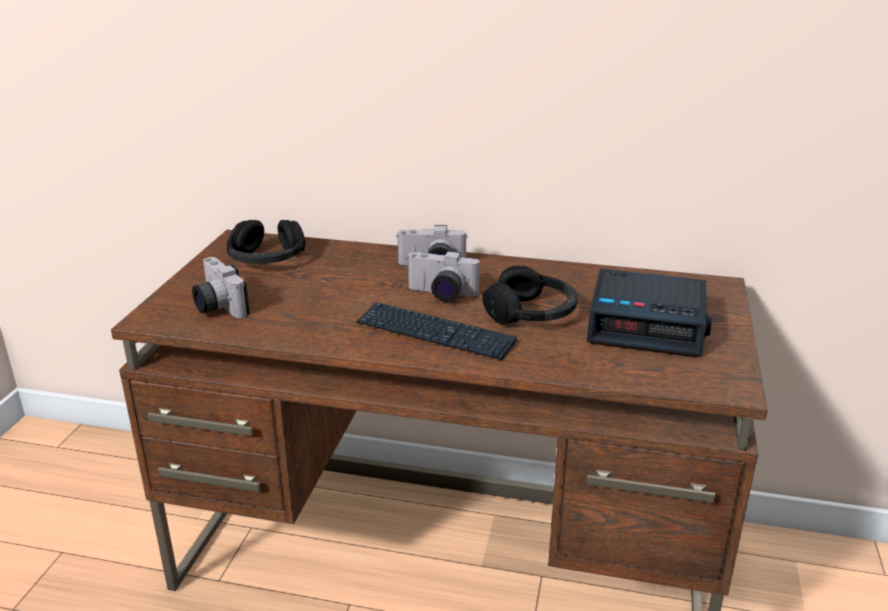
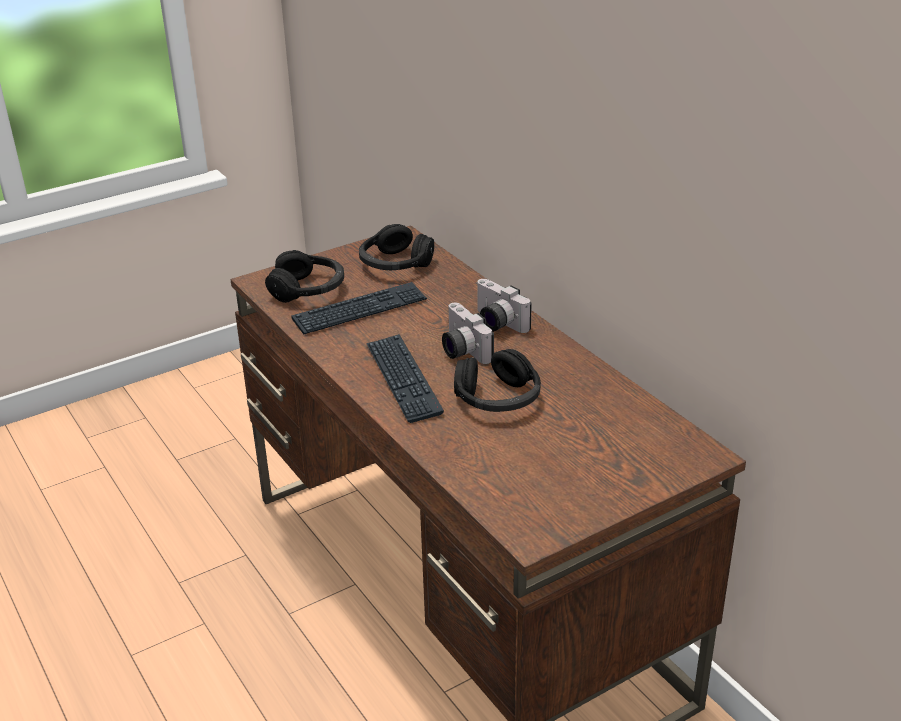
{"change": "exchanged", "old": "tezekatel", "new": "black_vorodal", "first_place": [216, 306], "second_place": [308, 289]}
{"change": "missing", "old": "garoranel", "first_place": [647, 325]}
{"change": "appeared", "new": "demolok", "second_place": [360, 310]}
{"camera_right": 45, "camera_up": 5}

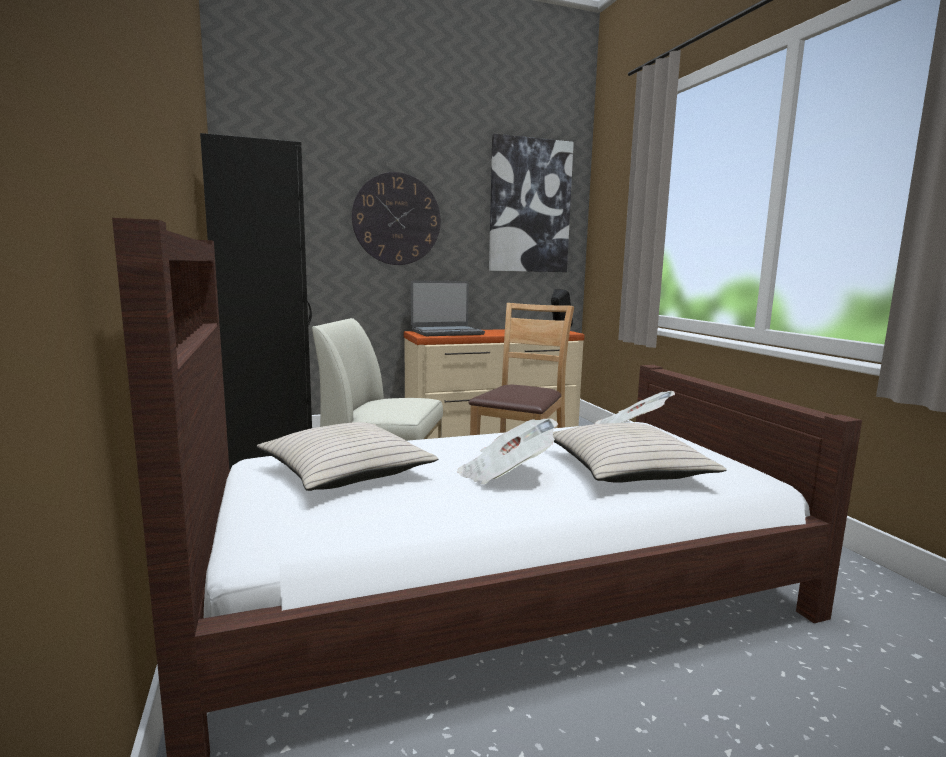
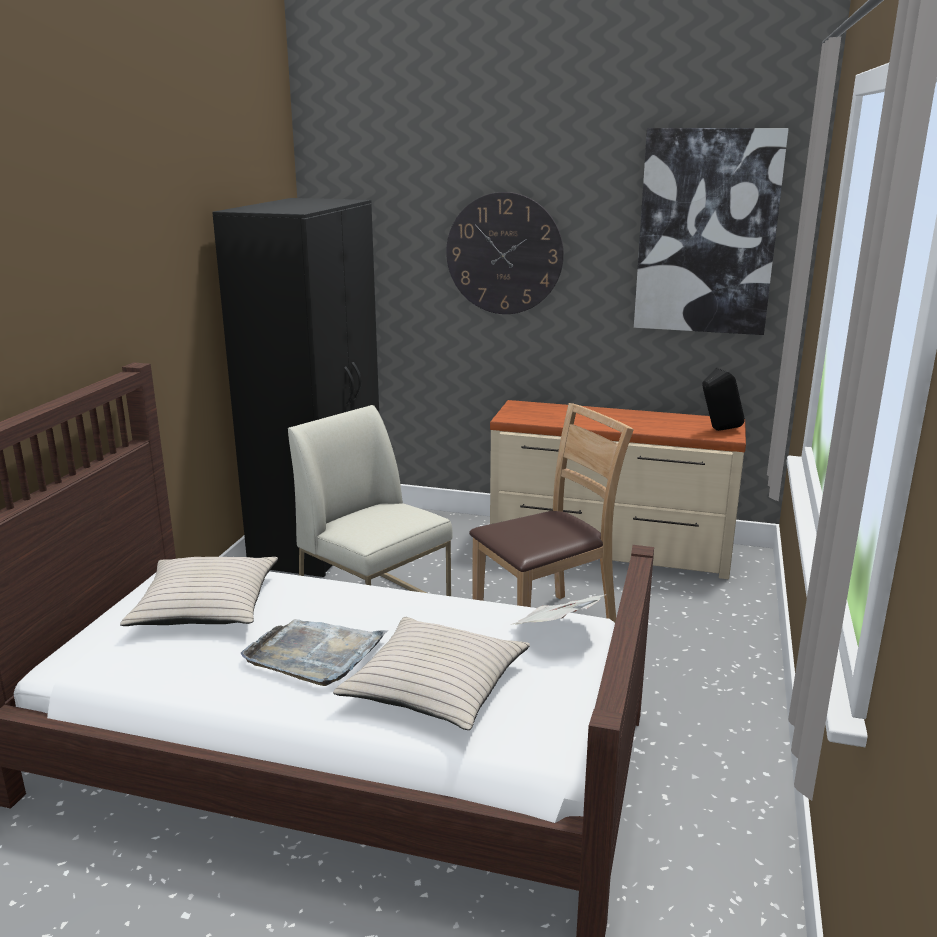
{"change": "missing", "old": "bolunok", "first_place": [447, 332]}
{"change": "exchanged", "old": "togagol", "new": "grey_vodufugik", "first_place": [505, 475], "second_place": [315, 654]}
{"camera_right": 35, "camera_up": 10}

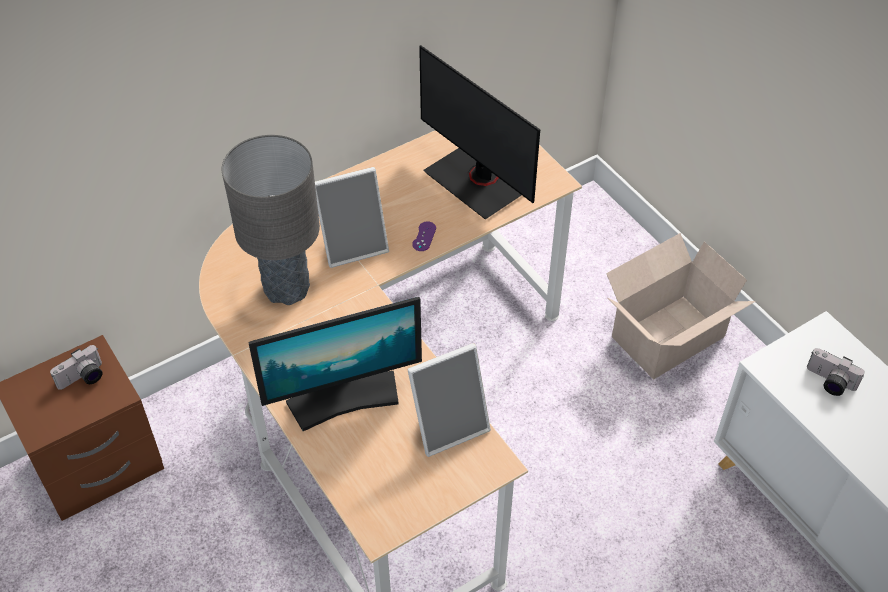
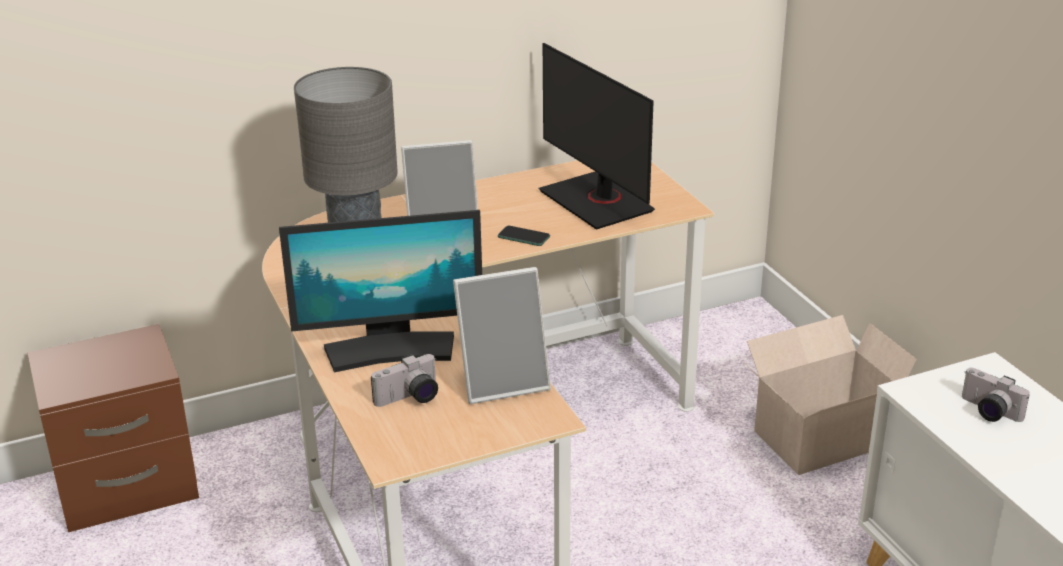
{"change": "relocated", "old": "tezekatel", "first_place": [83, 379], "second_place": [410, 399]}
{"change": "exchanged", "old": "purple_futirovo", "new": "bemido", "first_place": [424, 236], "second_place": [523, 237]}
{"camera_right": 10, "camera_up": -20}

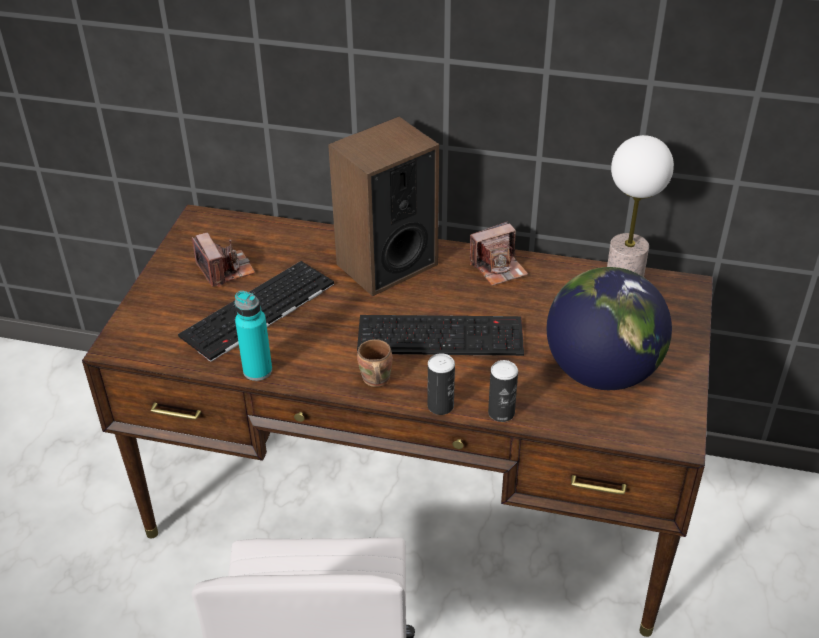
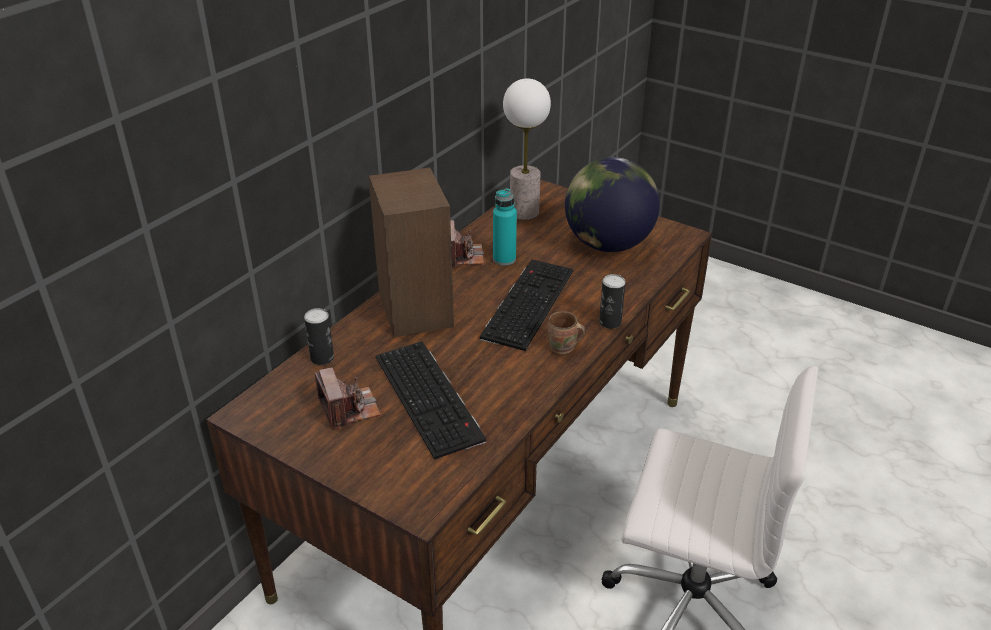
{"change": "spun", "old": "tezekatel", "first_place": [225, 270], "second_place": [349, 409], "degrees": 75}
{"change": "relocated", "old": "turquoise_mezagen", "first_place": [257, 370], "second_place": [504, 259]}
{"change": "relocated", "old": "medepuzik", "first_place": [501, 412], "second_place": [322, 358]}
{"camera_right": -70, "camera_up": -5}

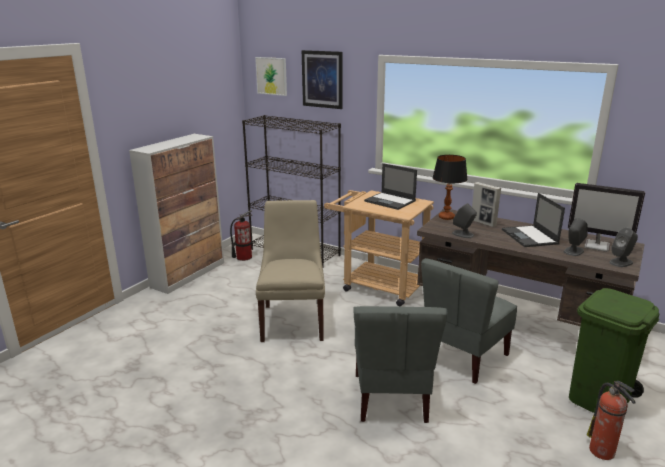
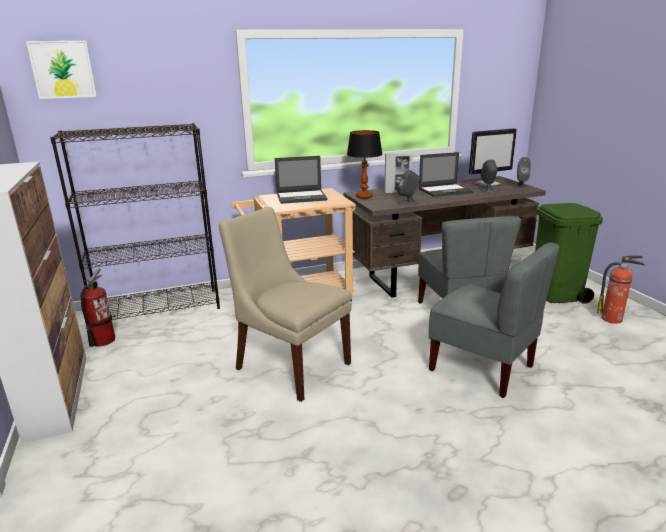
{"change": "missing", "old": "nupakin", "first_place": [322, 79]}
{"change": "spun", "old": "bolunok", "first_place": [530, 237], "second_place": [445, 190], "degrees": -45}
{"camera_right": -50, "camera_up": 0}

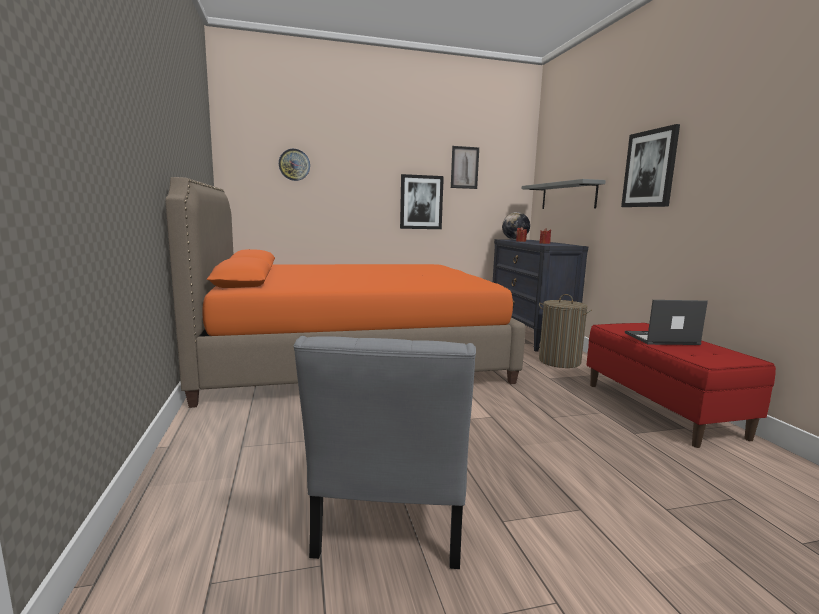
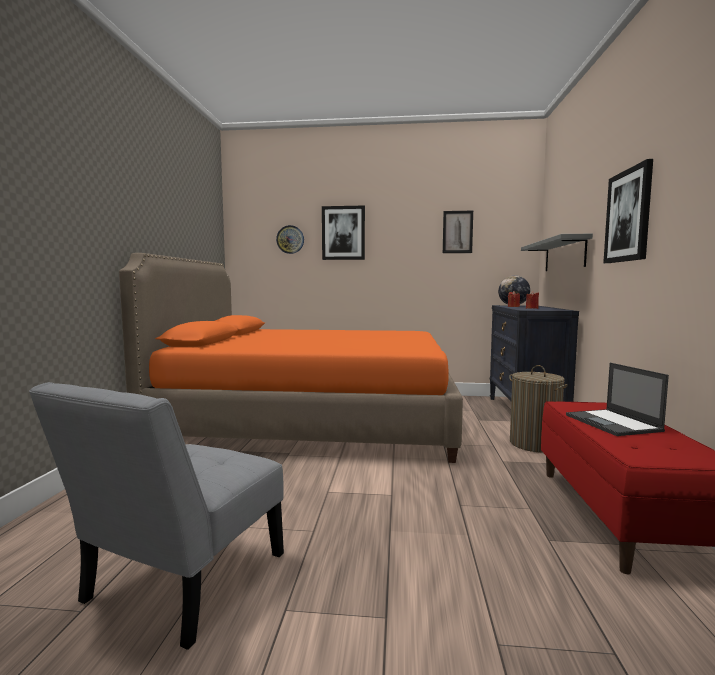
{"change": "relocated", "old": "nupakin", "first_place": [421, 202], "second_place": [343, 233]}
{"change": "spun", "old": "bolunok", "first_place": [660, 338], "second_place": [613, 423], "degrees": -120}
{"camera_right": 20, "camera_up": -5}

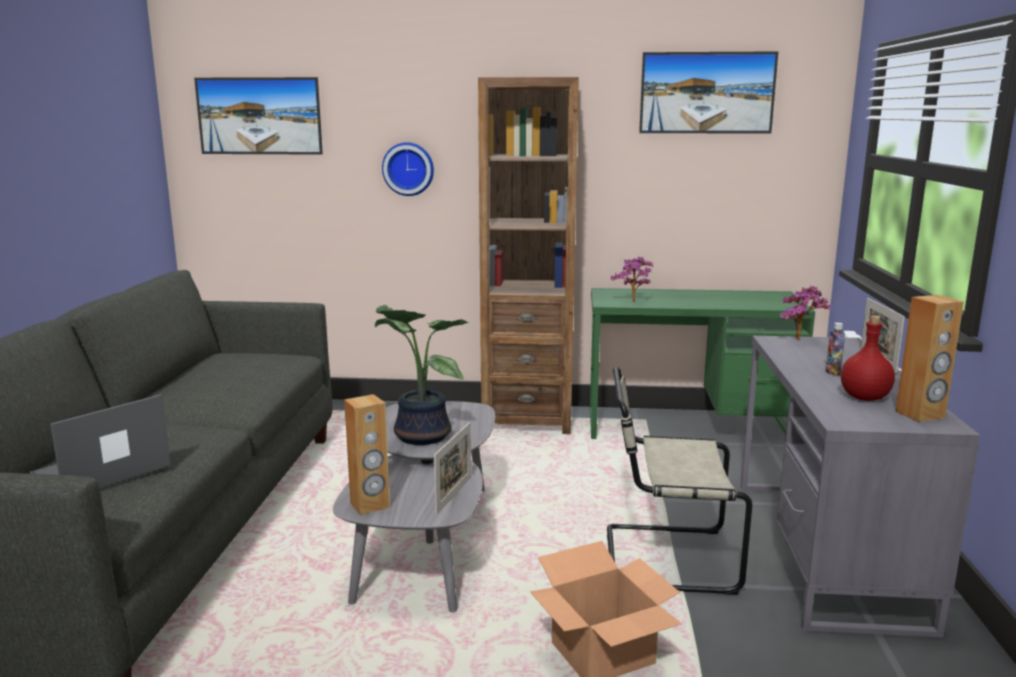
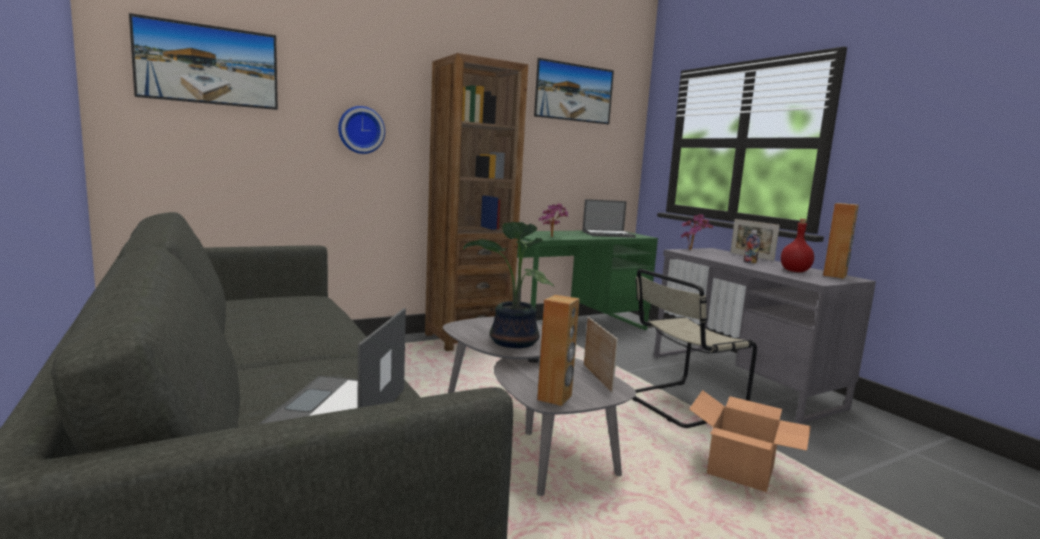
{"change": "appeared", "new": "bolunok", "second_place": [608, 234]}
{"camera_right": -35, "camera_up": -5}

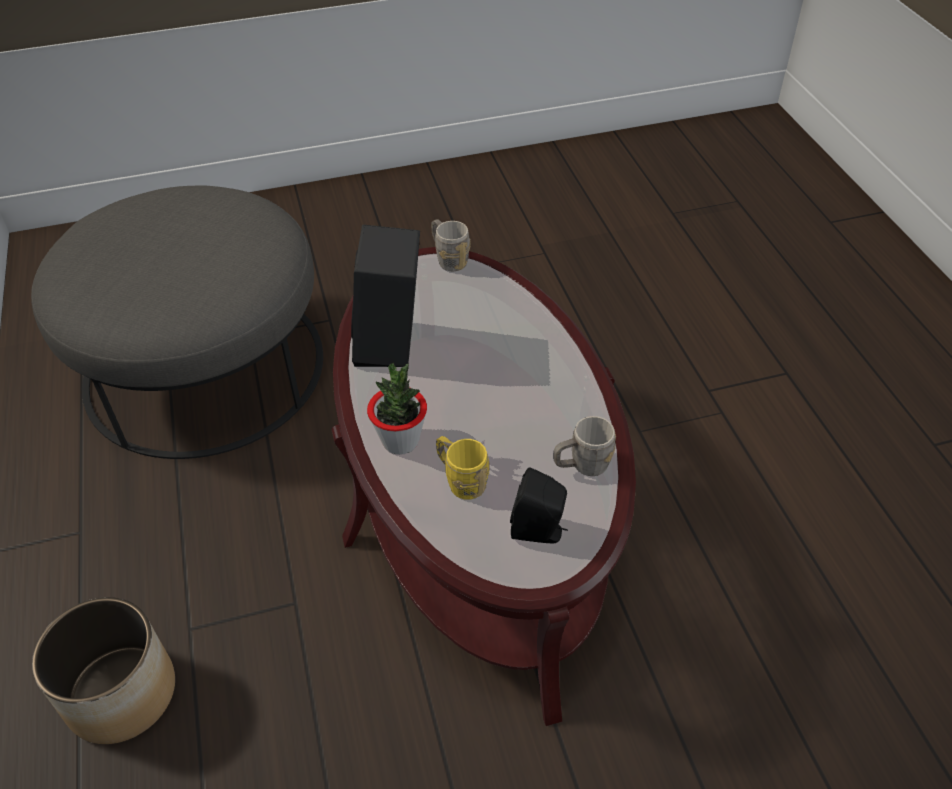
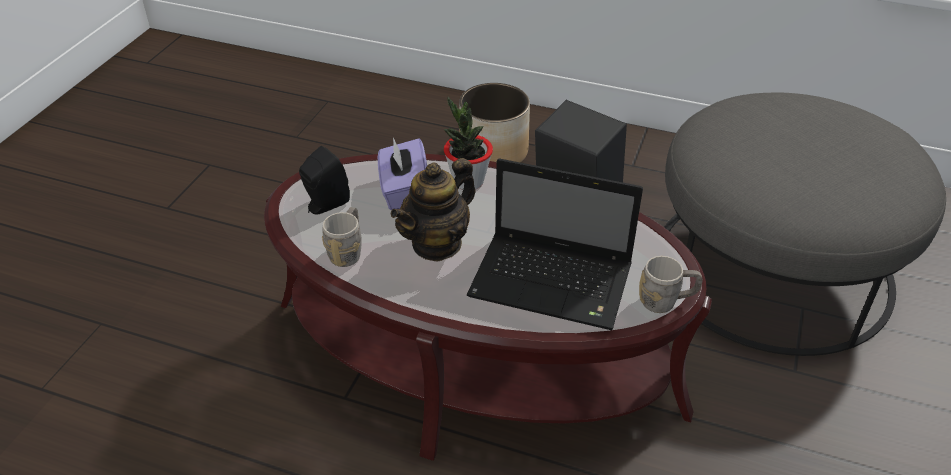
{"change": "exchanged", "old": "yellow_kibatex", "new": "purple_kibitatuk", "first_place": [461, 480], "second_place": [404, 192]}
{"change": "appeared", "new": "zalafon", "second_place": [437, 244]}
{"change": "appeared", "new": "bolunok", "second_place": [554, 282]}
{"camera_right": 125, "camera_up": -5}

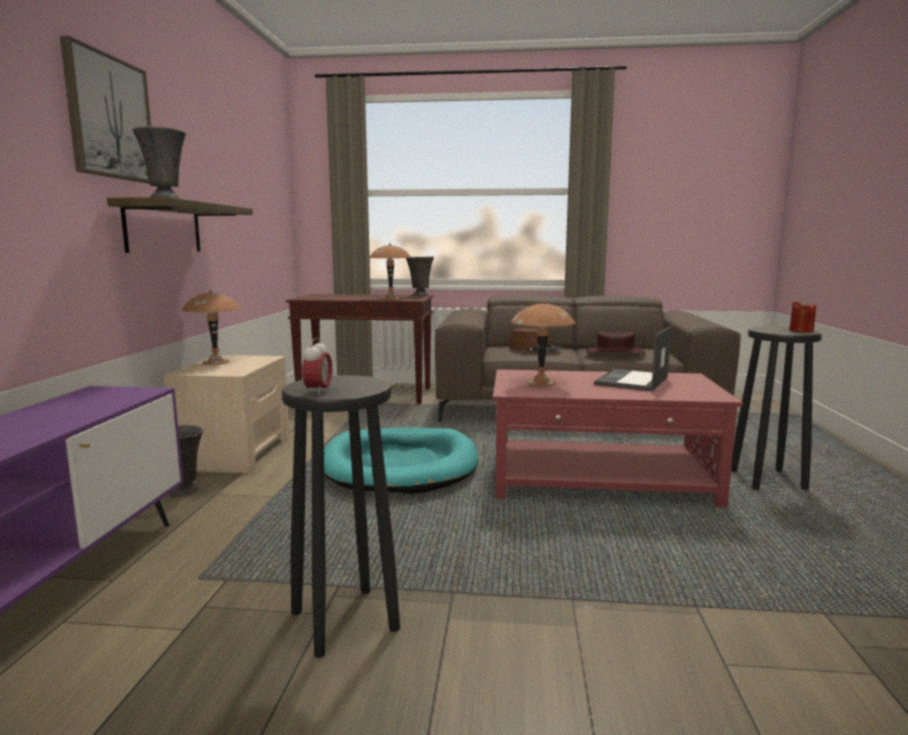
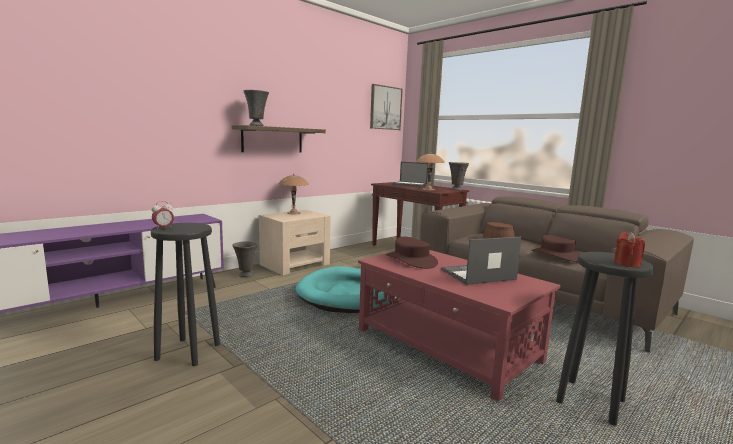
{"change": "relocated", "old": "nupakin", "first_place": [109, 117], "second_place": [385, 108]}
{"change": "exchanged", "old": "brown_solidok", "new": "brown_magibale", "first_place": [541, 383], "second_place": [411, 260]}
{"change": "appeared", "new": "bolunok", "second_place": [410, 184]}
{"camera_right": 40, "camera_up": 0}

